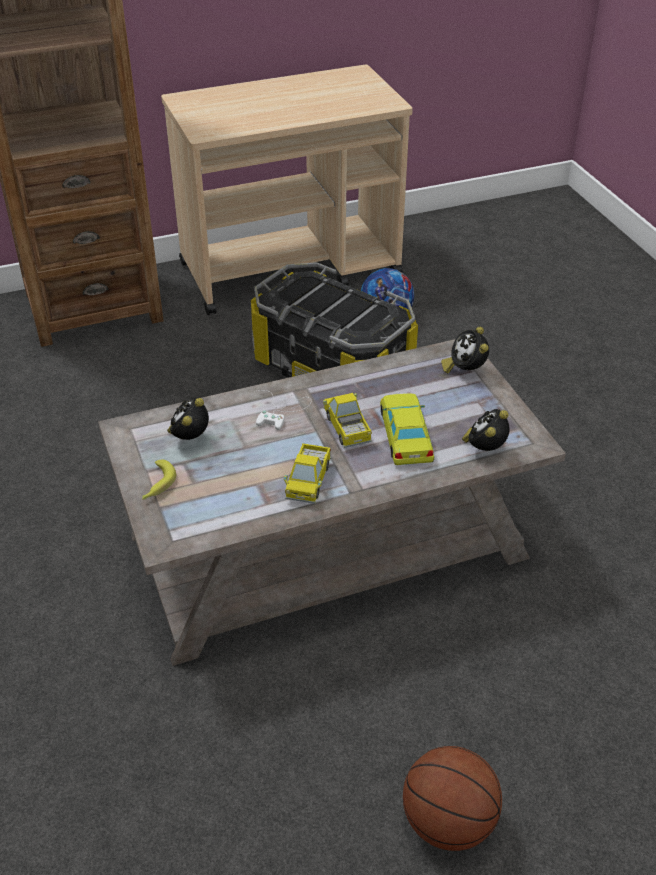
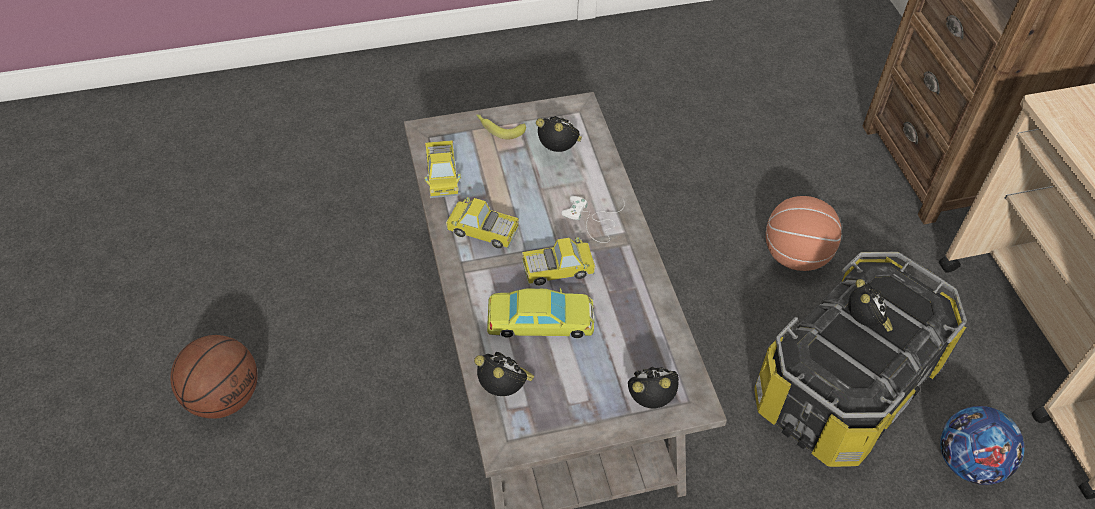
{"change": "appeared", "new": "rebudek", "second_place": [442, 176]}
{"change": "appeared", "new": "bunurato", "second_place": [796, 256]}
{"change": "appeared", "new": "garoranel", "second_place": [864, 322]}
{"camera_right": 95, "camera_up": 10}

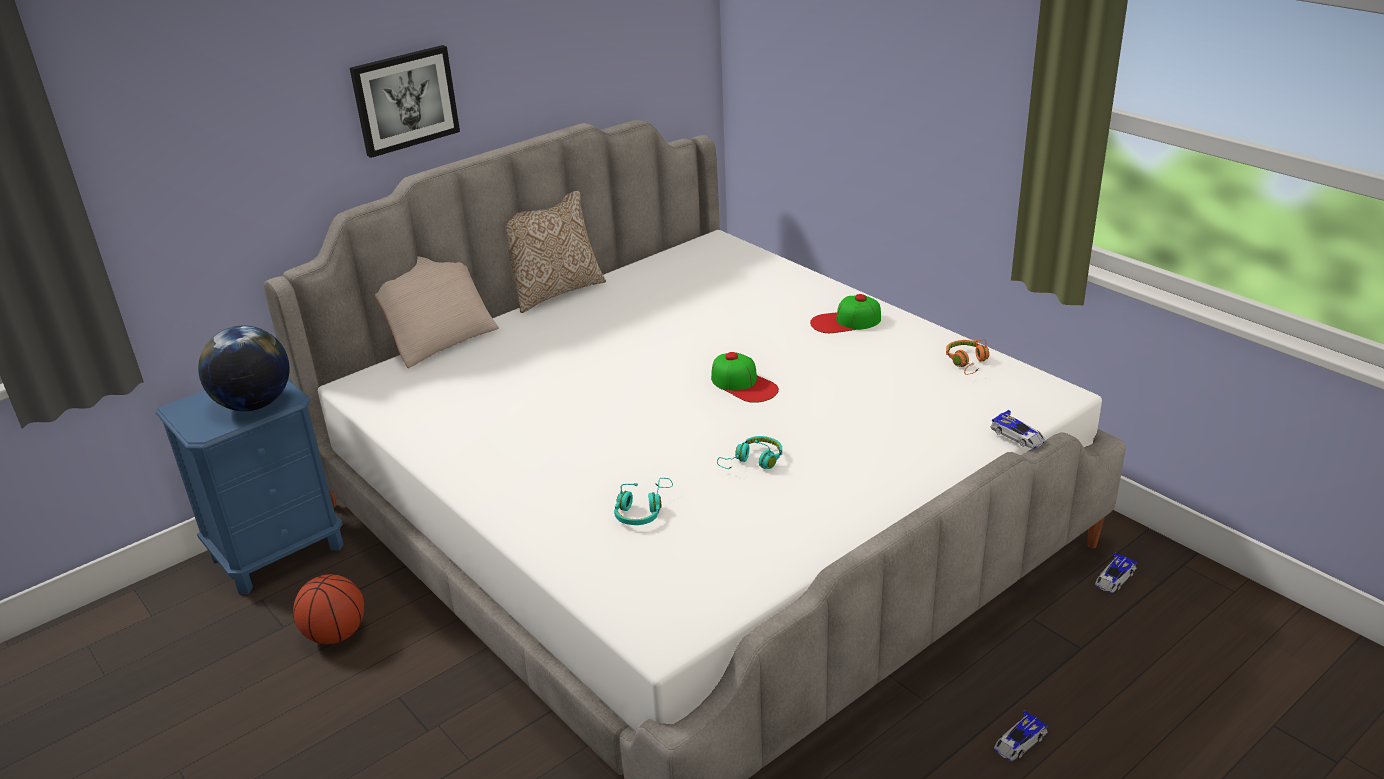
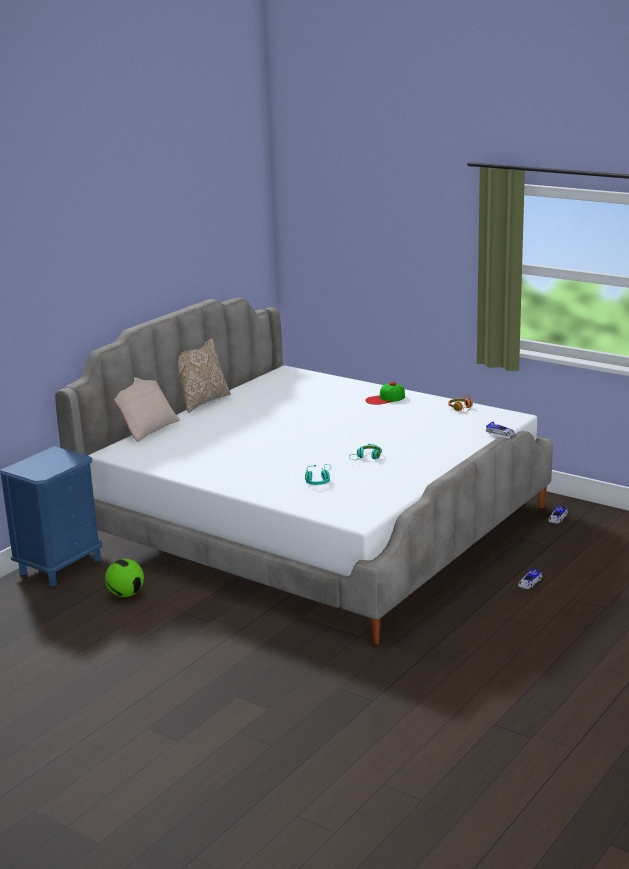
{"change": "missing", "old": "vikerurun", "first_place": [254, 404]}
{"change": "exchanged", "old": "bunurato", "new": "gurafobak", "first_place": [336, 635], "second_place": [126, 594]}
{"change": "missing", "old": "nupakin", "first_place": [405, 100]}
{"change": "missing", "old": "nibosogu", "first_place": [744, 384]}
{"camera_right": -15, "camera_up": -10}

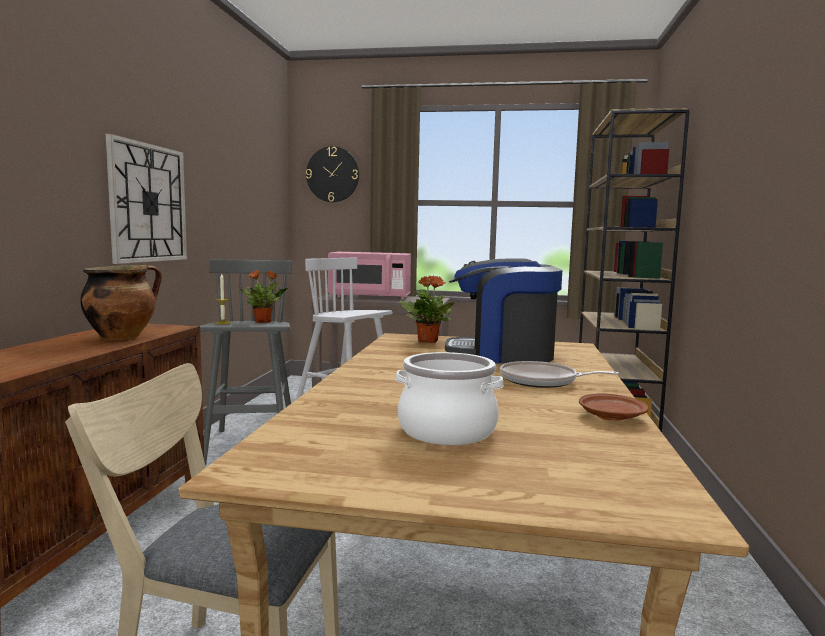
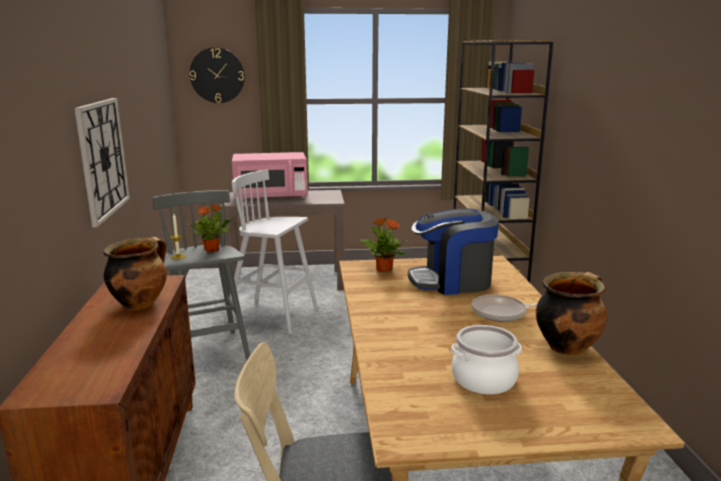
{"change": "exchanged", "old": "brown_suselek", "new": "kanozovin", "first_place": [611, 416], "second_place": [567, 346]}
{"camera_right": -15, "camera_up": 10}

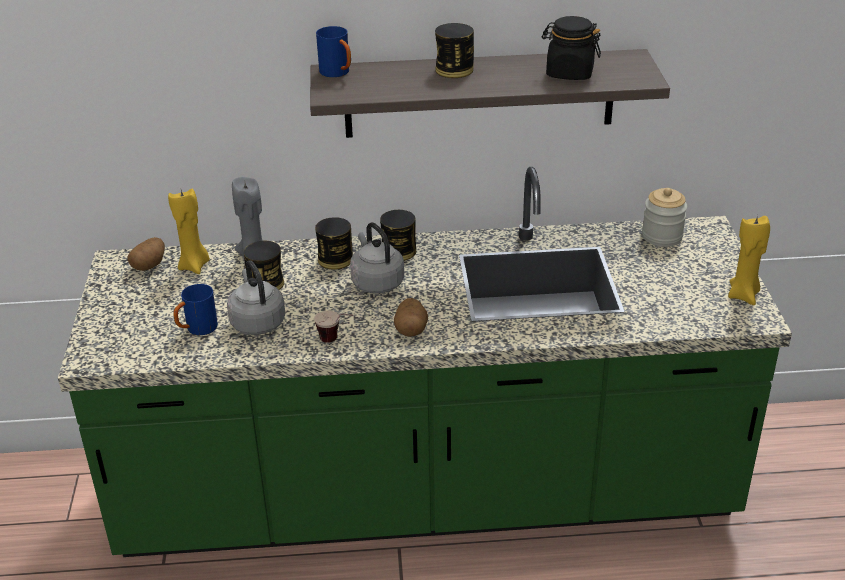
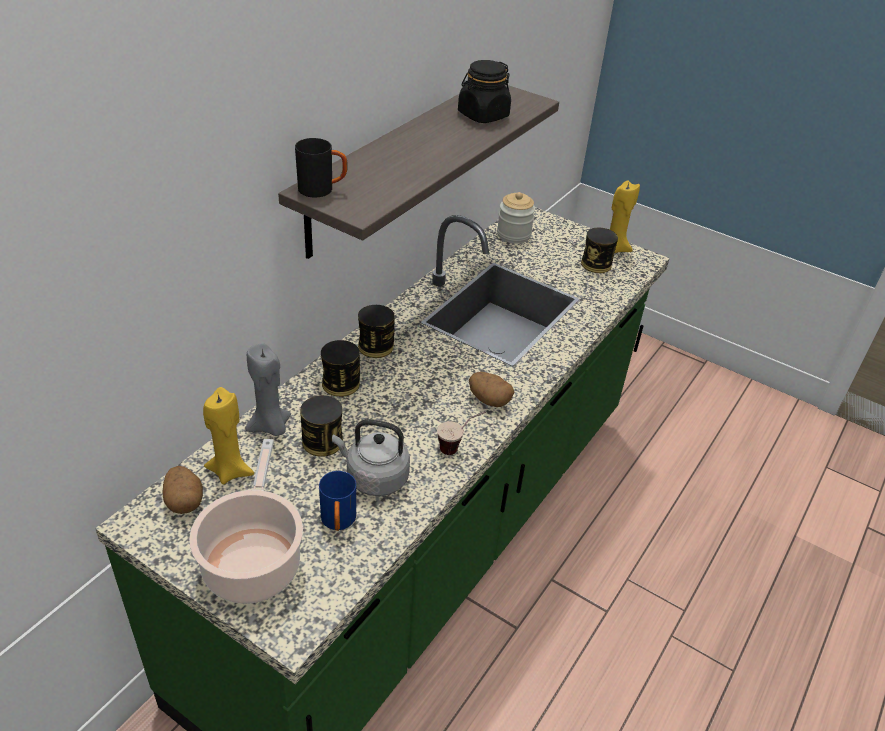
{"change": "colour", "old": "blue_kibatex", "new": "black_kibatex", "first_place": [338, 73], "second_place": [322, 190]}
{"change": "missing", "old": "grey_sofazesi", "first_place": [376, 282]}
{"change": "relocated", "old": "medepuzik", "first_place": [454, 70], "second_place": [596, 264]}
{"change": "appeared", "new": "kanozovin", "second_place": [253, 561]}
{"camera_right": -55, "camera_up": 5}

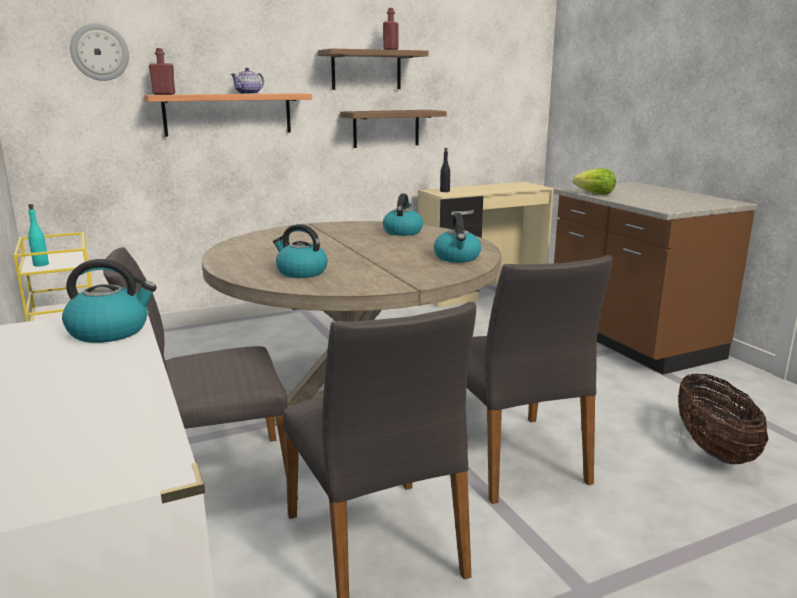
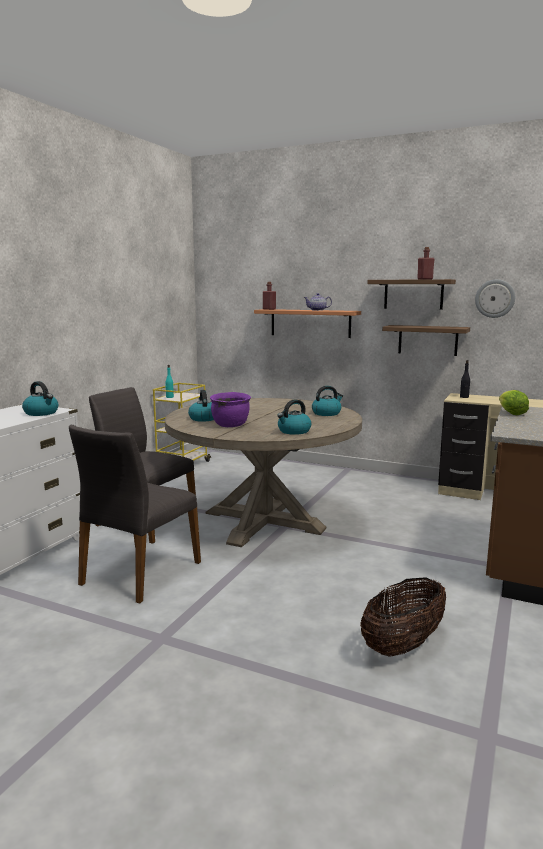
{"change": "relocated", "old": "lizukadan", "first_place": [100, 52], "second_place": [495, 298]}
{"change": "missing", "old": "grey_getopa", "first_place": [513, 458]}
{"change": "appeared", "new": "purple_kanozovin", "second_place": [231, 425]}
{"camera_right": 50, "camera_up": -5}

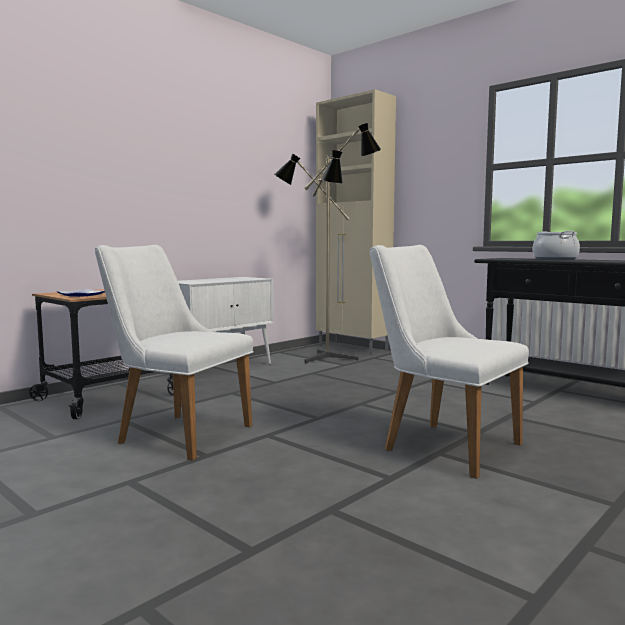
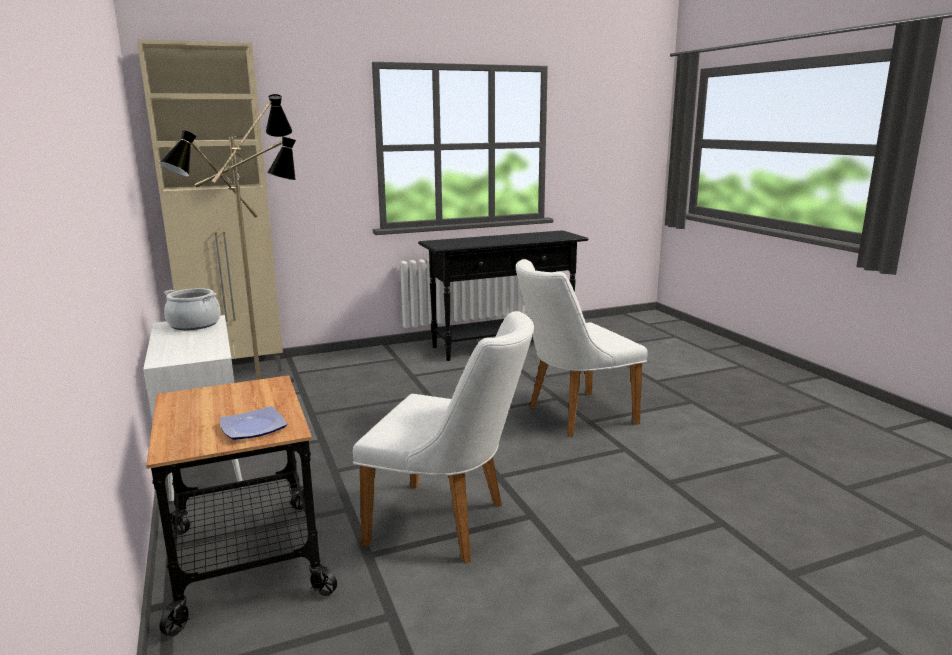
{"change": "spun", "old": "white_getopa", "first_place": [175, 432], "second_place": [449, 524], "degrees": -120}
{"change": "relocated", "old": "kanozovin", "first_place": [555, 259], "second_place": [194, 324]}
{"camera_right": -65, "camera_up": 10}

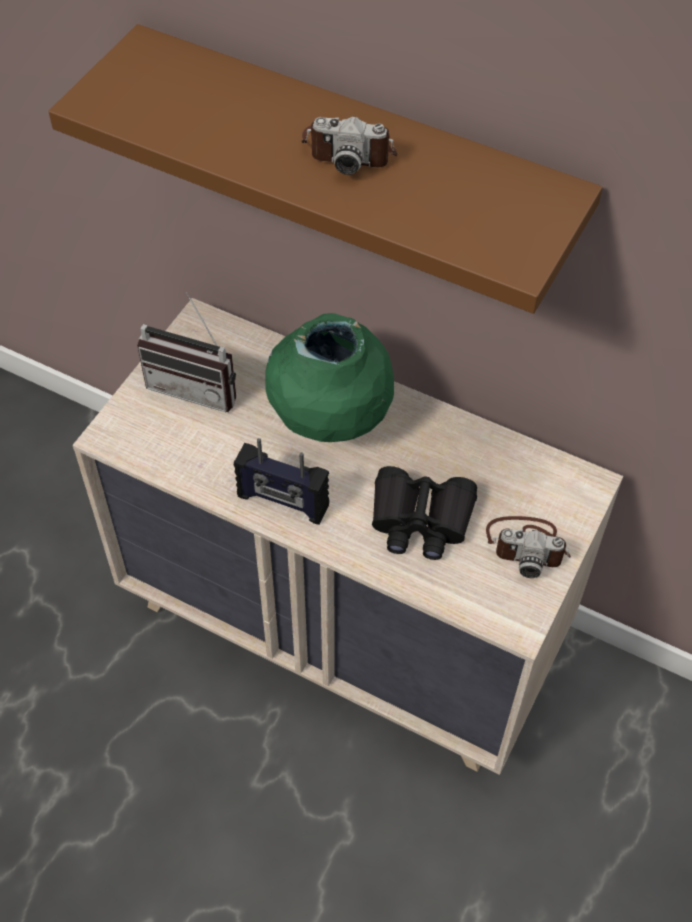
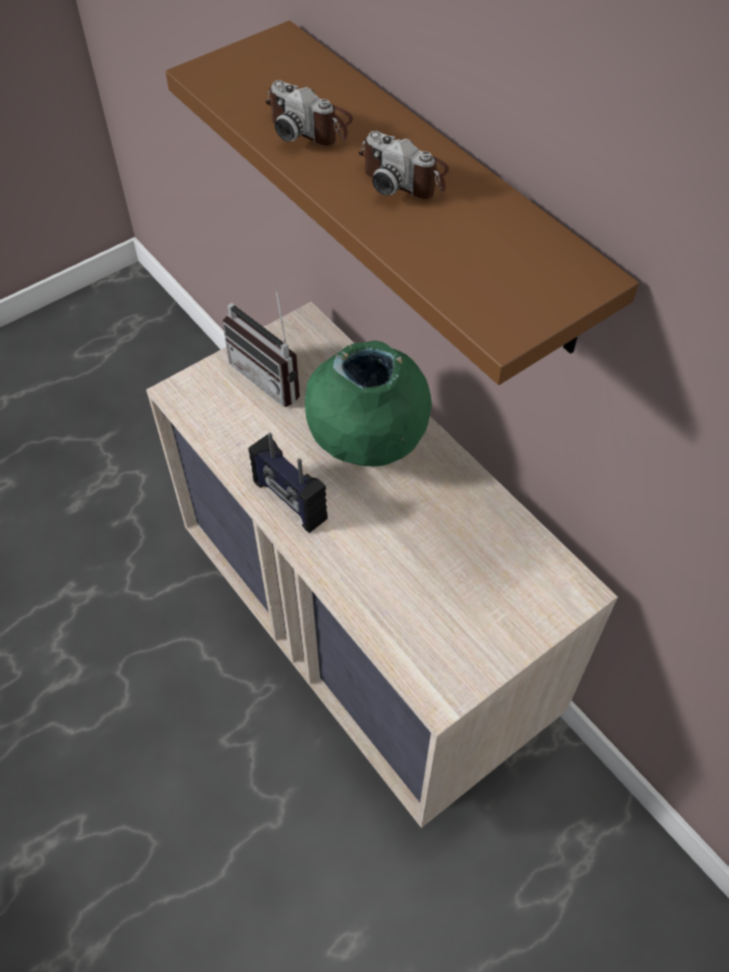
{"change": "missing", "old": "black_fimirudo", "first_place": [420, 520]}
{"change": "relocated", "old": "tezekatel", "first_place": [527, 545], "second_place": [311, 124]}
{"camera_right": 25, "camera_up": 0}

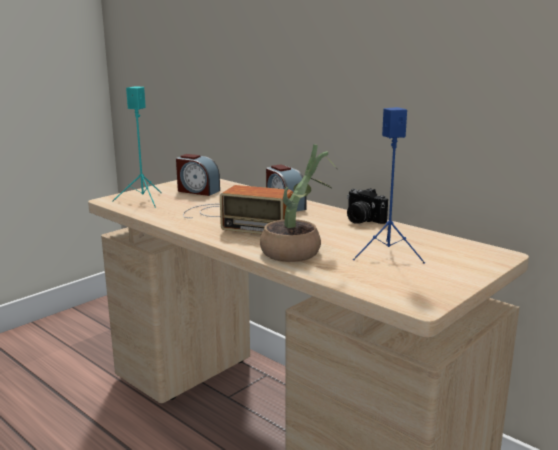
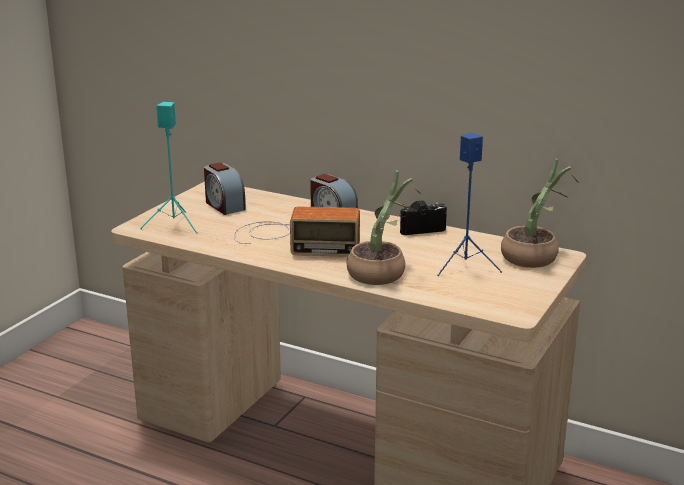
{"change": "spun", "old": "garoranel", "first_place": [197, 191], "second_place": [224, 205], "degrees": 45}
{"change": "spun", "old": "tezekatel", "first_place": [362, 220], "second_place": [420, 228], "degrees": 135}
{"change": "appeared", "new": "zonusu", "second_place": [535, 257]}
{"camera_right": -15, "camera_up": 5}

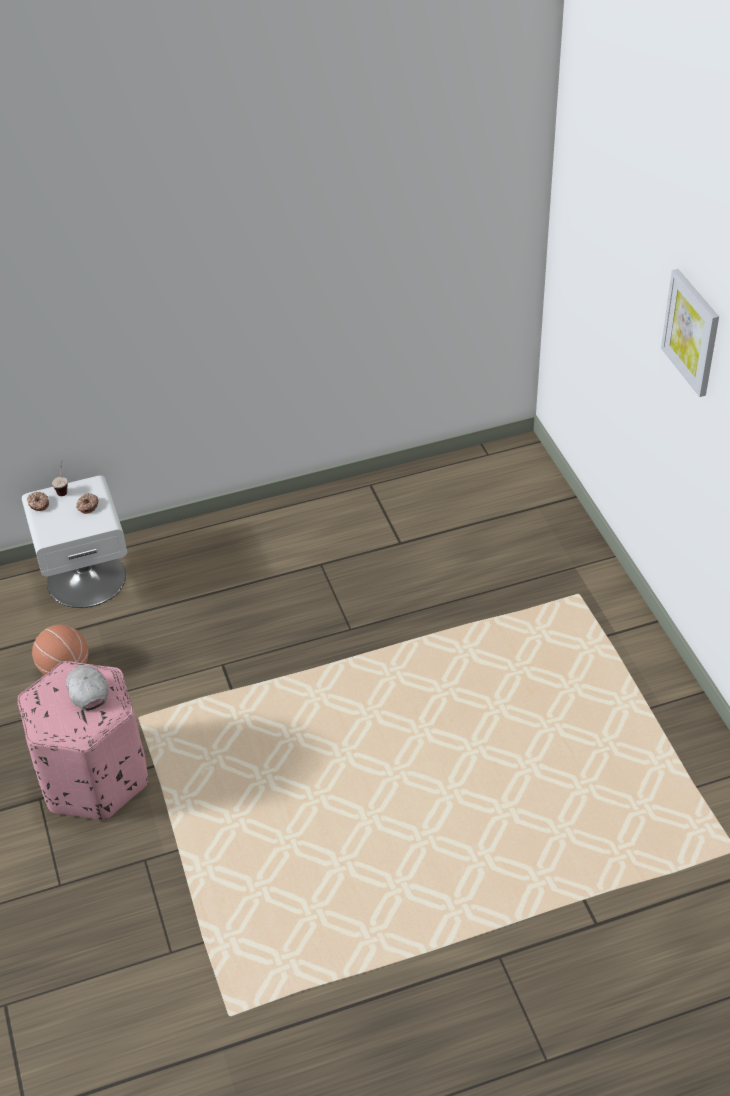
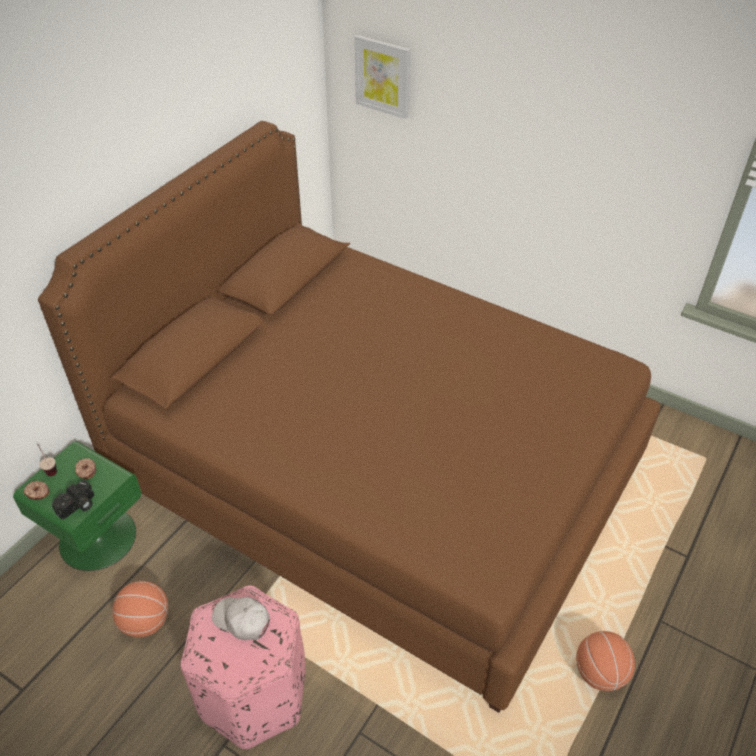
{"change": "colour", "old": "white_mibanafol", "new": "green_mibanafol", "first_place": [86, 578], "second_place": [97, 537]}
{"change": "relocated", "old": "nupakin", "first_place": [692, 332], "second_place": [383, 76]}
{"change": "appeared", "new": "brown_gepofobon", "second_place": [377, 473]}
{"change": "appeared", "new": "tezekatel", "second_place": [78, 507]}
{"change": "appeared", "new": "bunurato", "second_place": [599, 673]}
{"camera_right": -40, "camera_up": 0}

